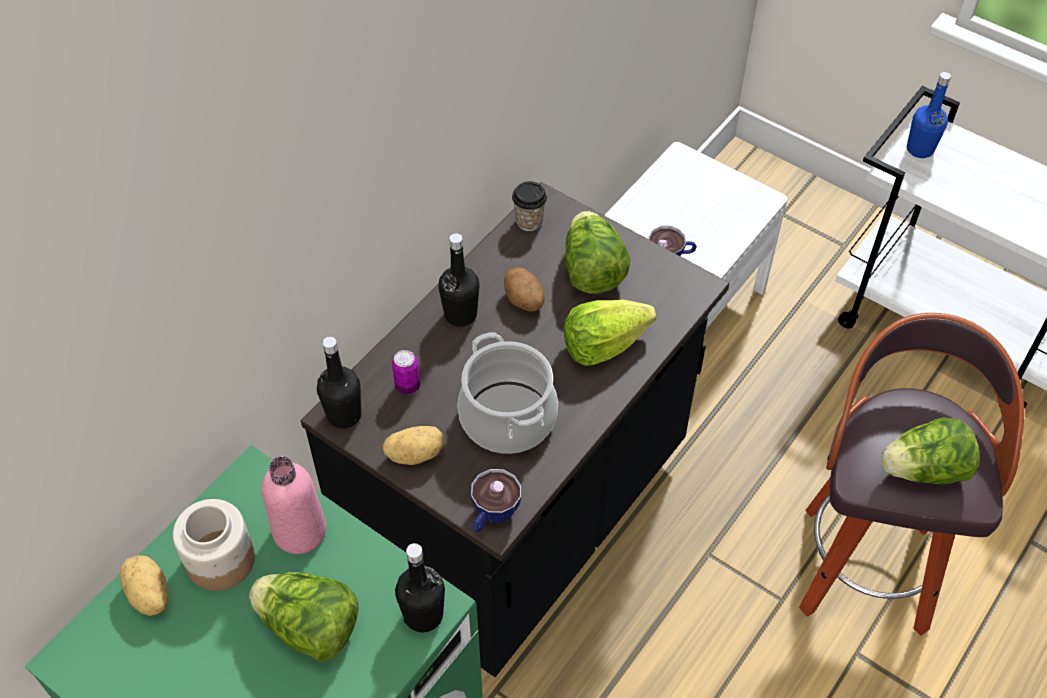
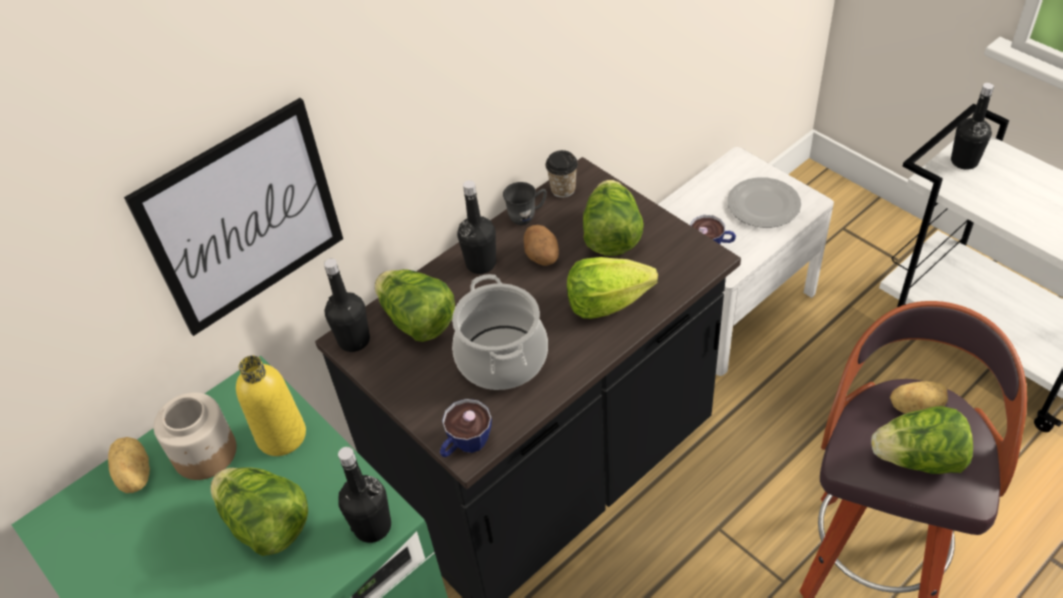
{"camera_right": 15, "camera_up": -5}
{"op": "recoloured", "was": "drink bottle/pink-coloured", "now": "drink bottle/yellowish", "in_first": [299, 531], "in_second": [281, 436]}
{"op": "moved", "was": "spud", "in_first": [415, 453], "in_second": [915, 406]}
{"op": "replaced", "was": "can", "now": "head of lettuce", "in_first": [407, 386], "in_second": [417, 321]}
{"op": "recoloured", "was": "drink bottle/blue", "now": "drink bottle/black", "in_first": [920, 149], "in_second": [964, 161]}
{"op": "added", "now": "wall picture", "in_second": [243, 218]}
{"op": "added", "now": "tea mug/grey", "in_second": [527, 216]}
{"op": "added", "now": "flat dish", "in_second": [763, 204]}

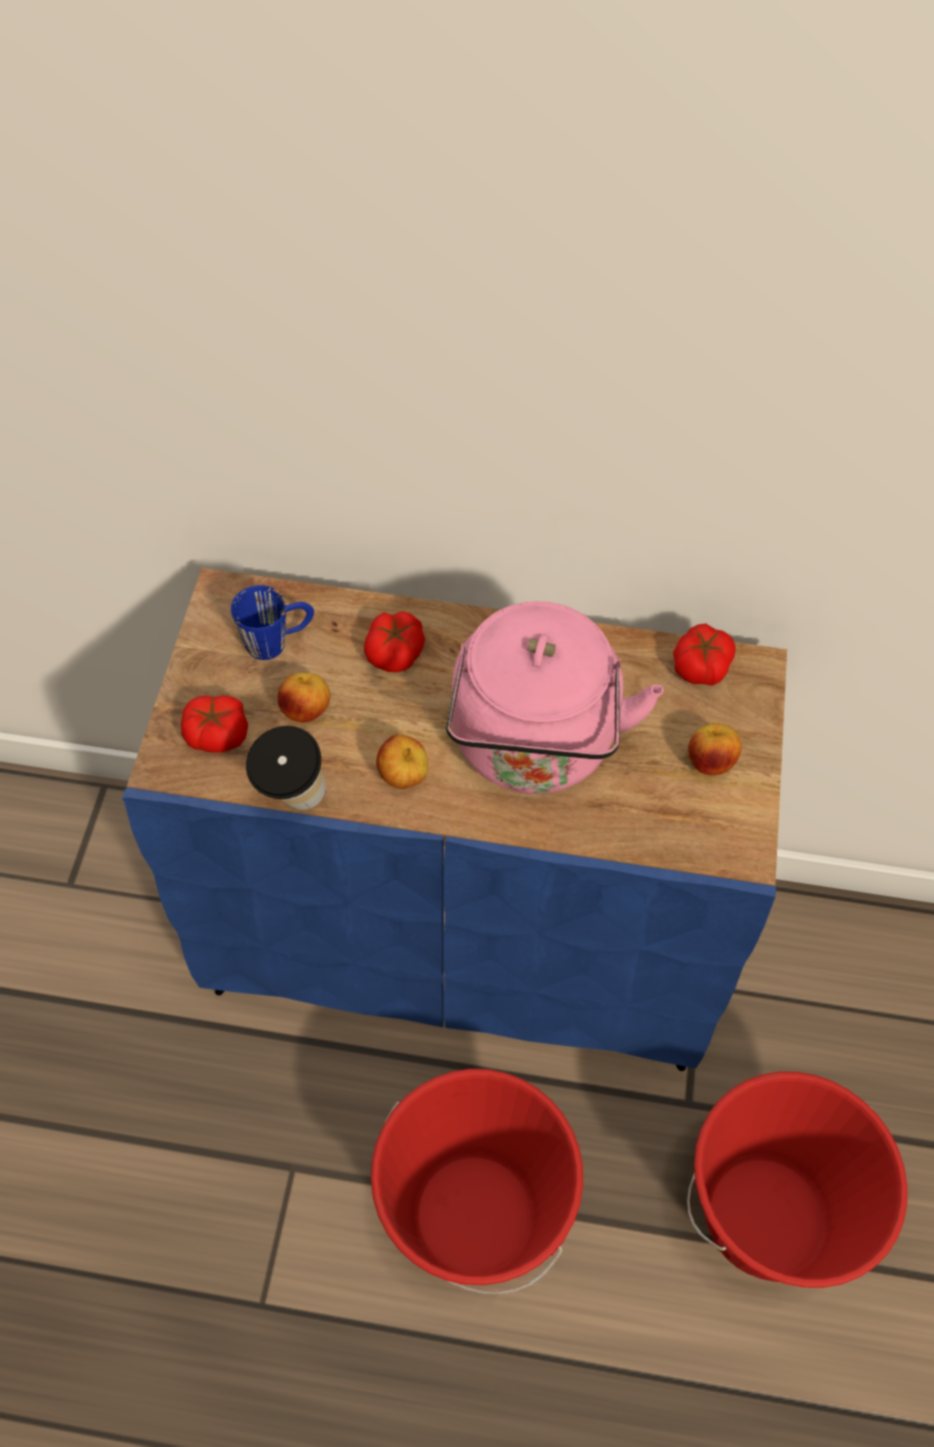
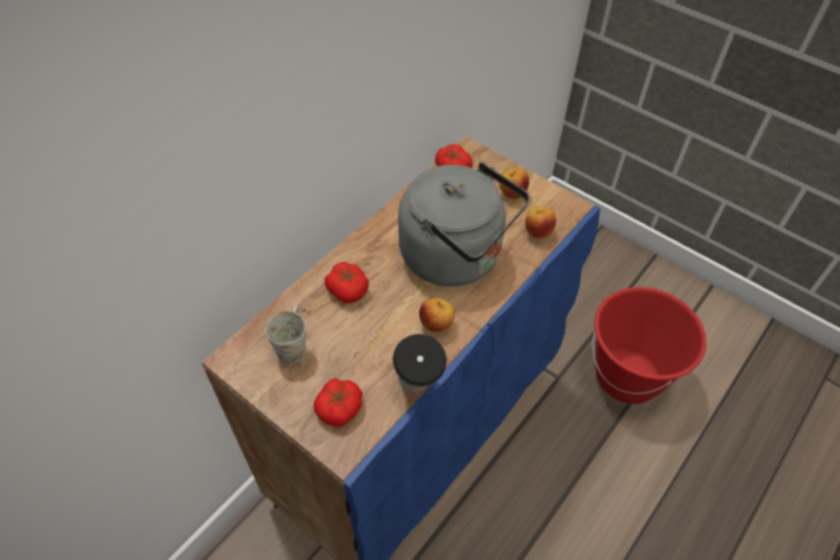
{"camera_right": -60, "camera_up": -5}
{"op": "recoloured", "was": "tea mug/blue", "now": "tea mug/white", "in_first": [278, 640], "in_second": [293, 344]}
{"op": "moved", "was": "whole apple", "in_first": [306, 711], "in_second": [537, 232]}
{"op": "removed", "was": "bucket/red-coloured", "in_first": [475, 1213]}
{"op": "recoloured", "was": "kettle/pink-coloured", "now": "kettle/grey", "in_first": [534, 747], "in_second": [456, 257]}

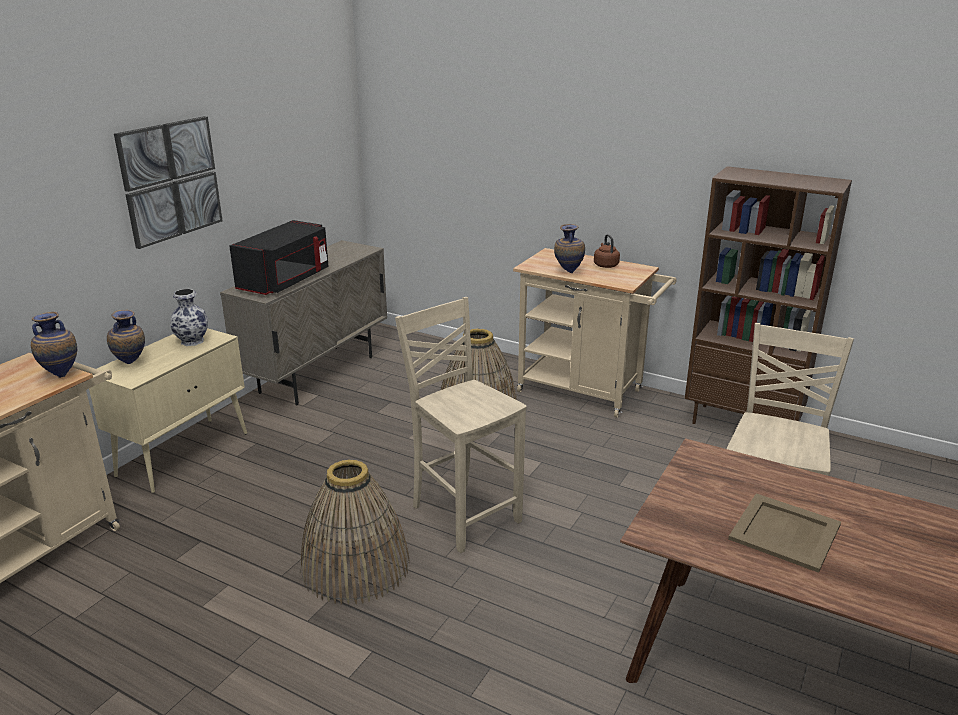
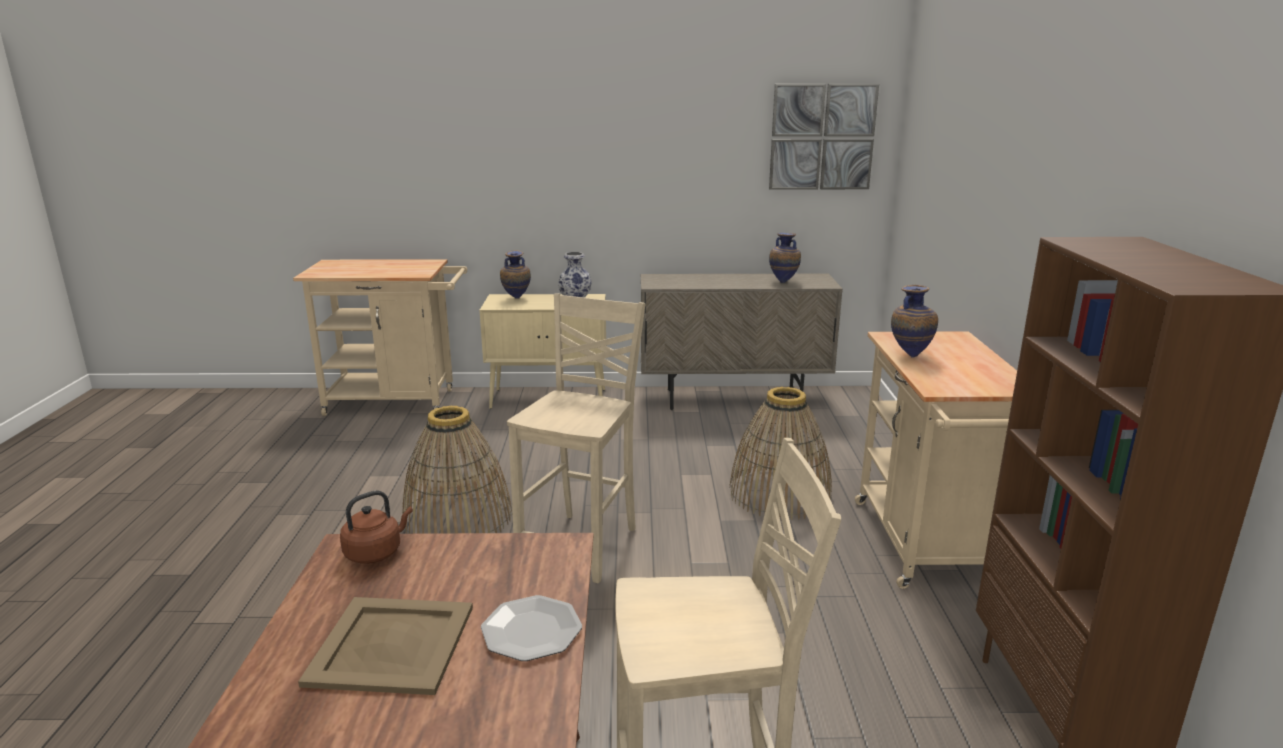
{"camera_right": 60, "camera_up": -5}
{"op": "moved", "was": "decorative vase", "in_first": [61, 375], "in_second": [783, 282]}
{"op": "moved", "was": "wall picture", "in_first": [170, 180], "in_second": [822, 137]}
{"op": "removed", "was": "microwave oven/black", "in_first": [286, 280]}
{"op": "moved", "was": "kettle/brownish", "in_first": [605, 265], "in_second": [376, 552]}
{"op": "added", "now": "flat dish", "in_second": [532, 630]}

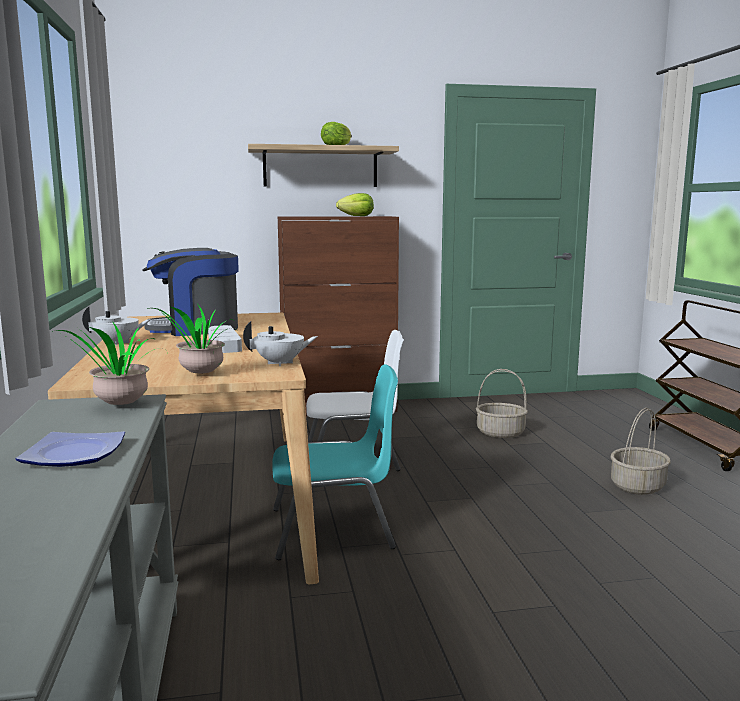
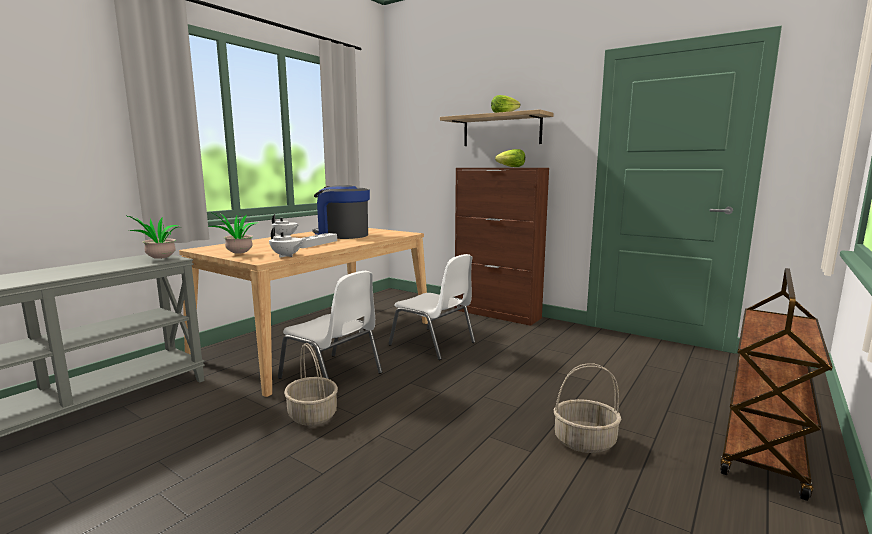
{"camera_right": 45, "camera_up": 0}
{"op": "removed", "was": "flat dish", "in_first": [71, 455]}
{"op": "recoloured", "was": "upright chair/turquoise", "now": "upright chair/white", "in_first": [333, 529], "in_second": [332, 376]}
{"op": "moved", "was": "storage basket", "in_first": [501, 433], "in_second": [313, 415]}

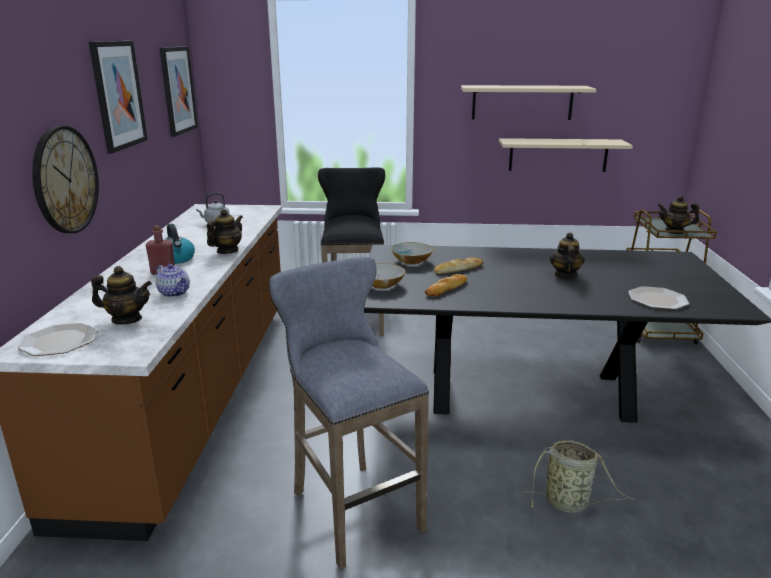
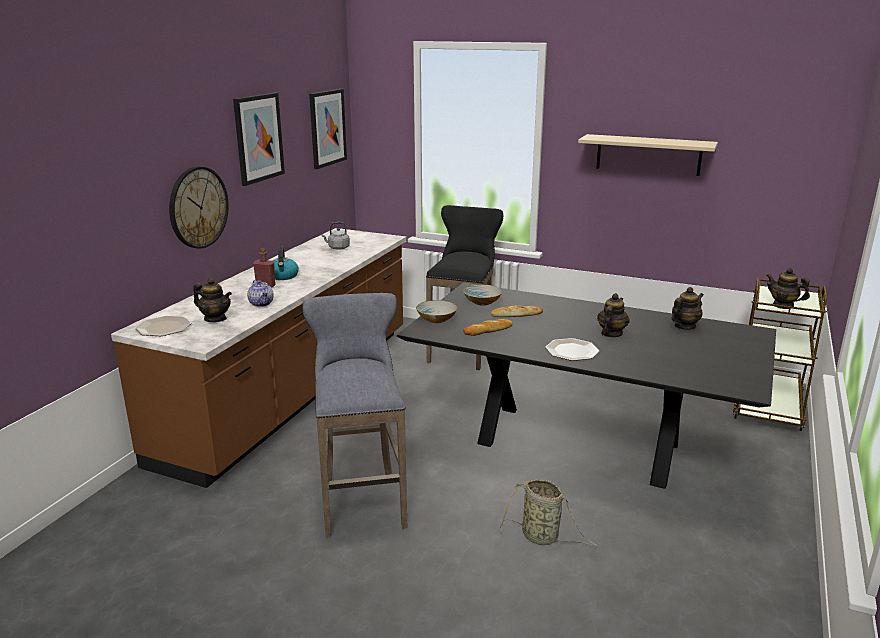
{"camera_right": 20, "camera_up": 0}
{"op": "moved", "was": "pot for tea", "in_first": [227, 251], "in_second": [684, 326]}
{"op": "removed", "was": "bracket shelf/sand-coloured", "in_first": [558, 155]}
{"op": "moved", "was": "flat dish", "in_first": [657, 299], "in_second": [572, 350]}

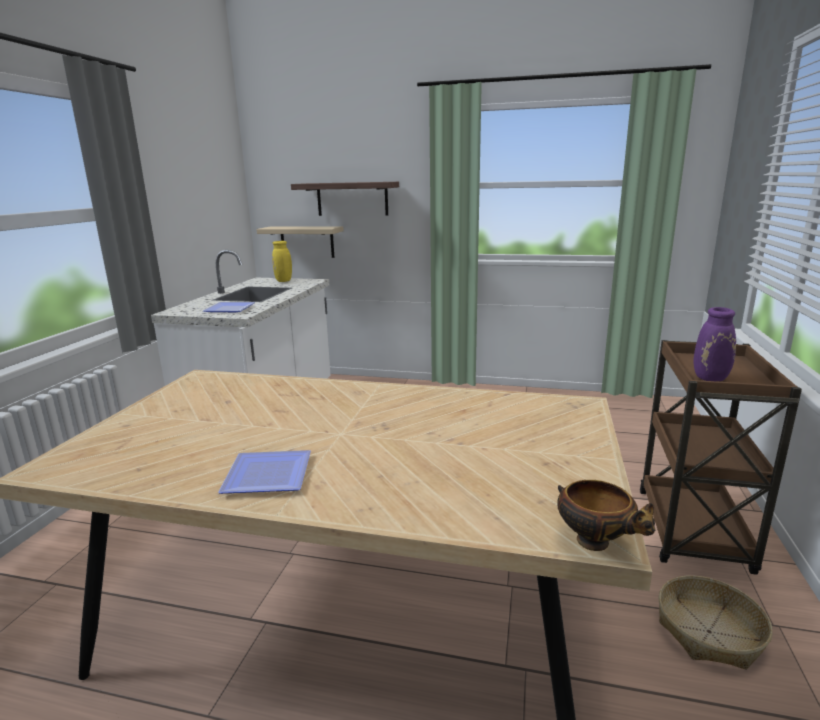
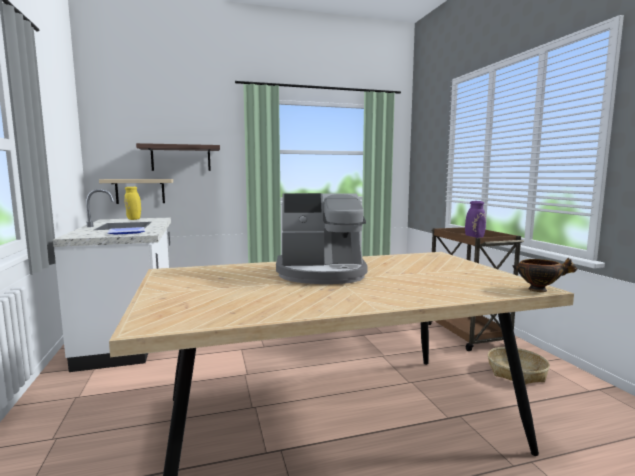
{"camera_right": -30, "camera_up": -10}
{"op": "removed", "was": "flat dish", "in_first": [270, 476]}
{"op": "added", "now": "coffee brewer", "in_second": [322, 273]}

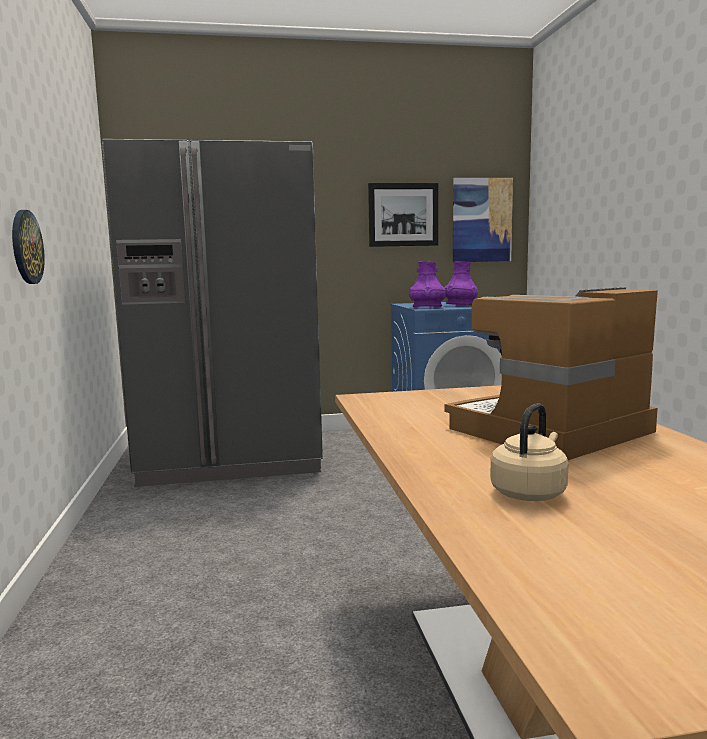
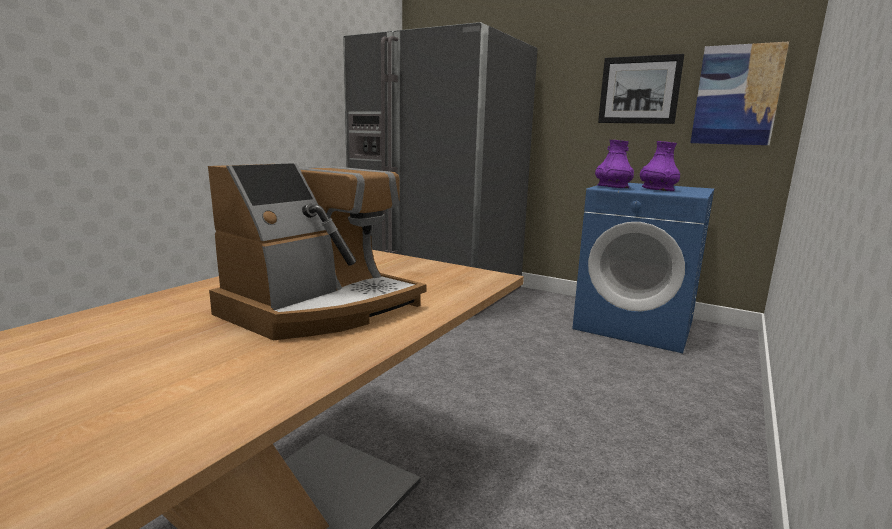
{"camera_right": 40, "camera_up": 5}
{"op": "removed", "was": "hanging clock", "in_first": [26, 247]}
{"op": "turned", "was": "coffee brewer", "in_first": [549, 431], "in_second": [321, 308], "clockwise": 120}
{"op": "removed", "was": "kettle/sand-coloured", "in_first": [529, 492]}

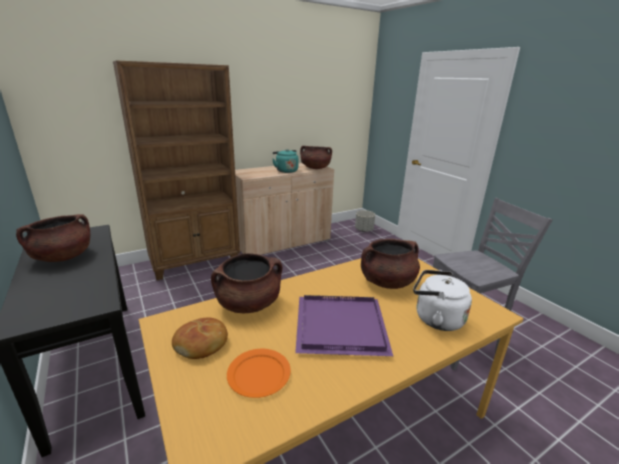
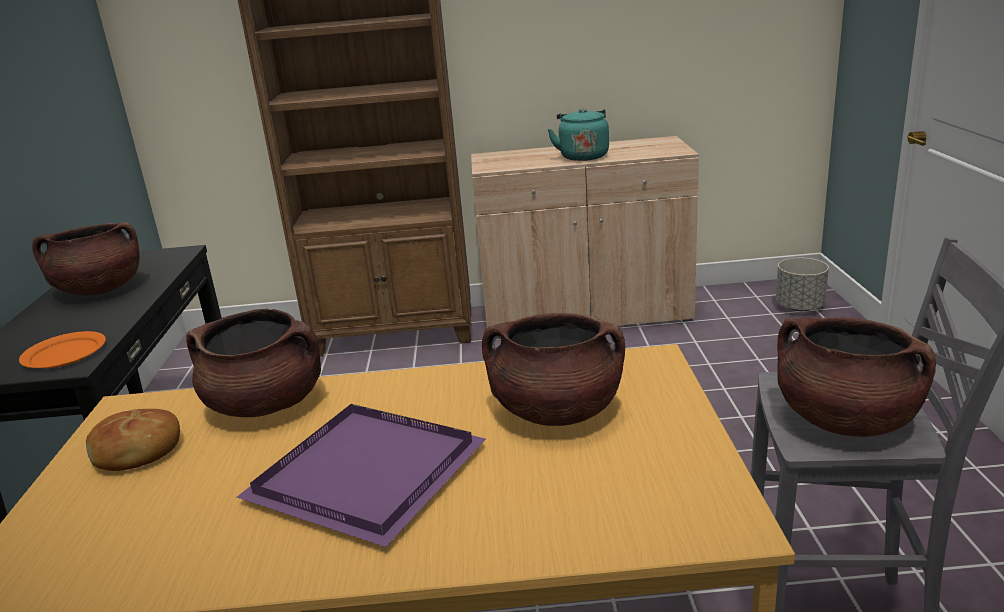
{"camera_right": 30, "camera_up": 0}
{"op": "moved", "was": "flat dish/orangey", "in_first": [259, 375], "in_second": [64, 354]}
{"op": "moved", "was": "saucepot/brownish", "in_first": [315, 168], "in_second": [844, 420]}
{"op": "removed", "was": "kettle/white", "in_first": [435, 318]}

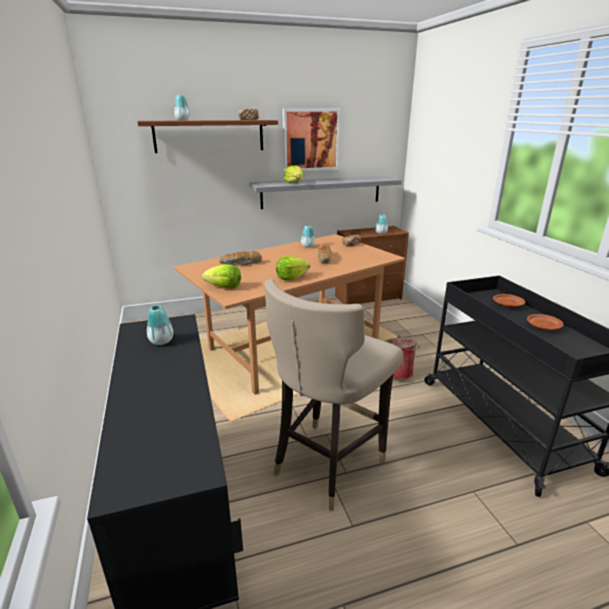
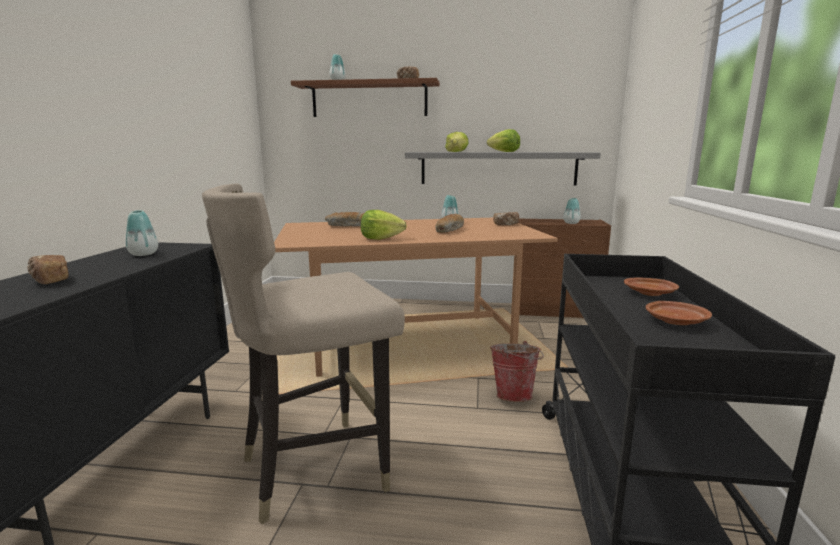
{"camera_right": 25, "camera_up": -10}
{"op": "moved", "was": "head of lettuce", "in_first": [224, 287], "in_second": [504, 152]}
{"op": "removed", "was": "wall picture", "in_first": [311, 140]}
{"op": "added", "now": "bakery bread", "in_second": [50, 280]}

